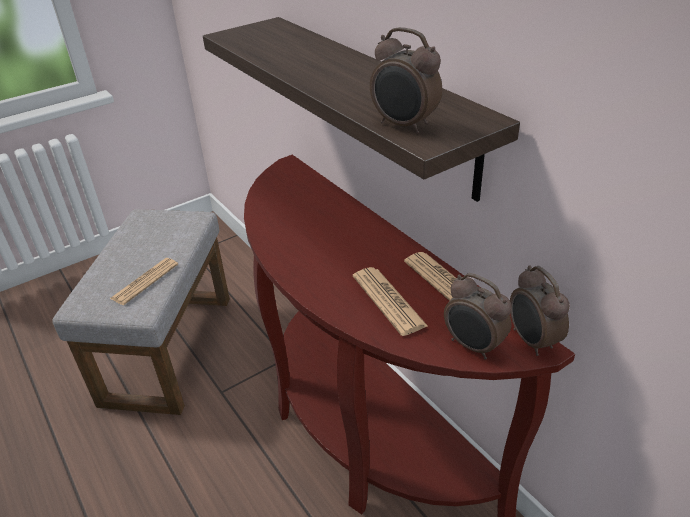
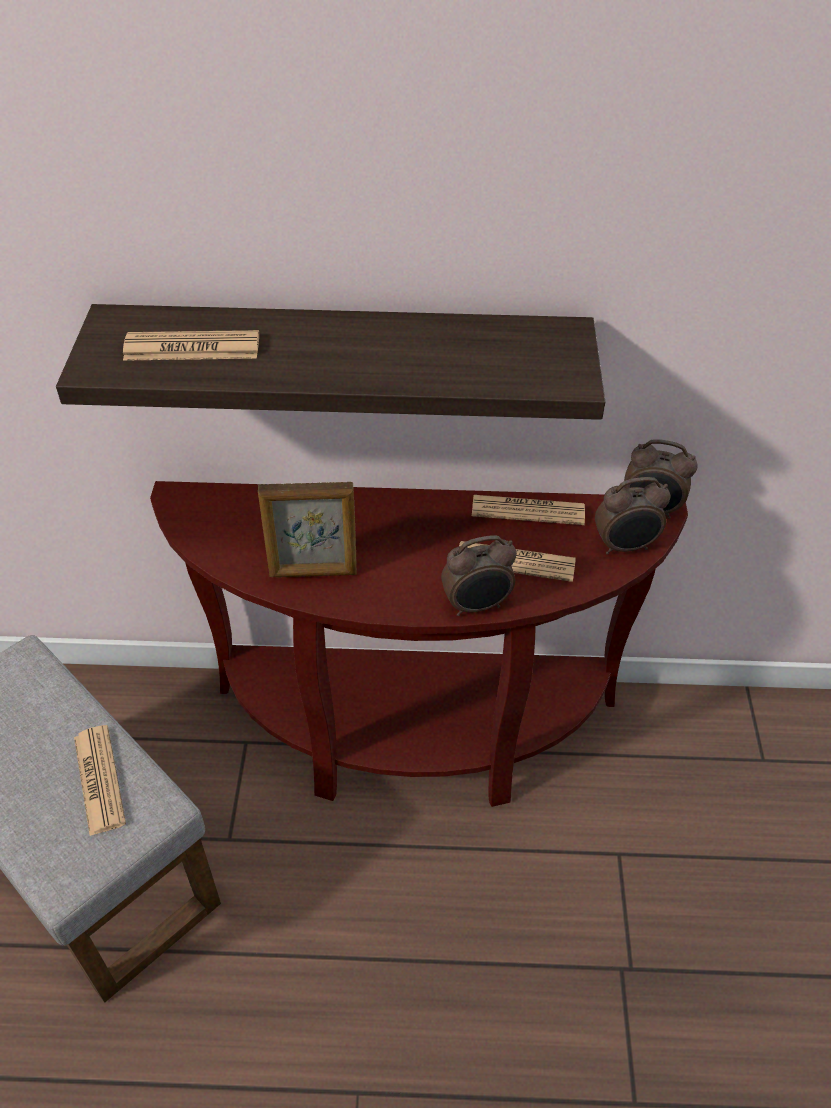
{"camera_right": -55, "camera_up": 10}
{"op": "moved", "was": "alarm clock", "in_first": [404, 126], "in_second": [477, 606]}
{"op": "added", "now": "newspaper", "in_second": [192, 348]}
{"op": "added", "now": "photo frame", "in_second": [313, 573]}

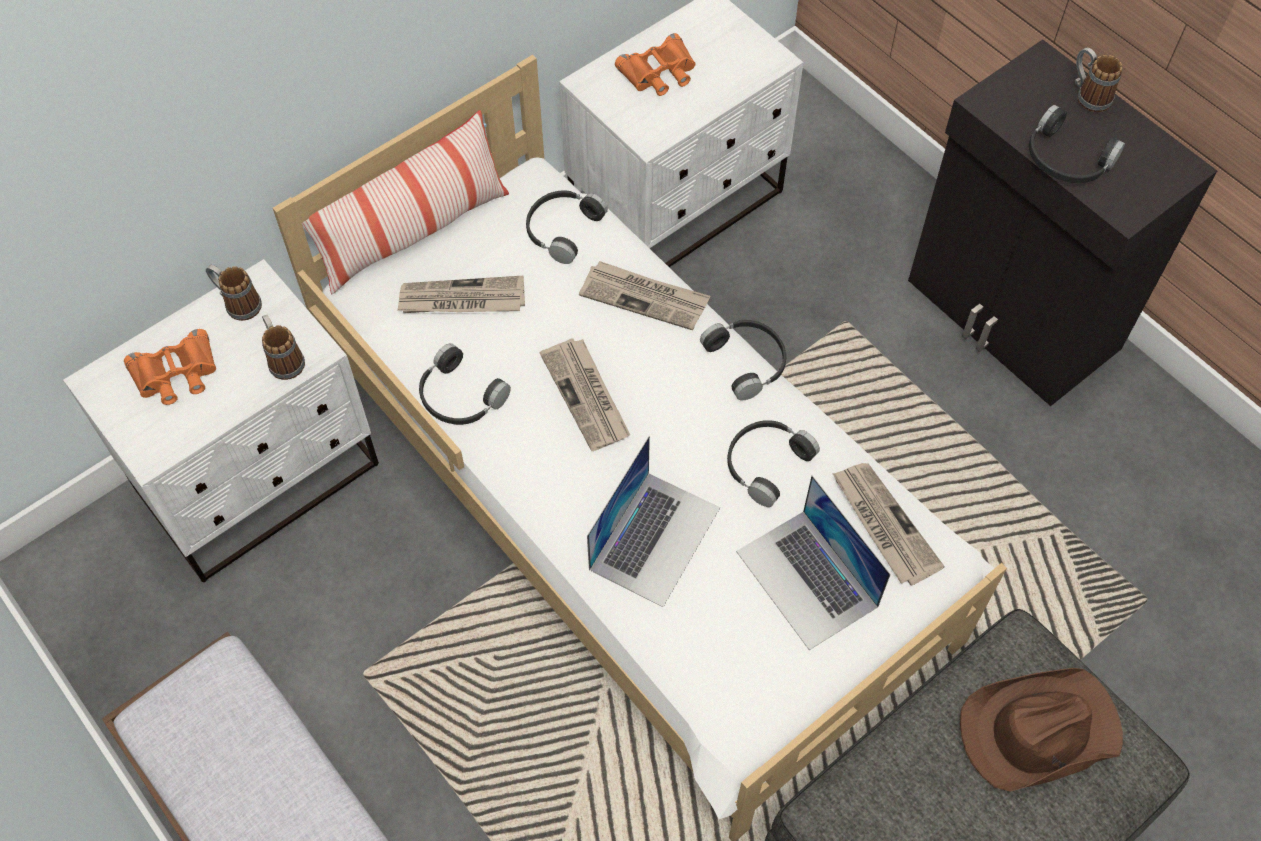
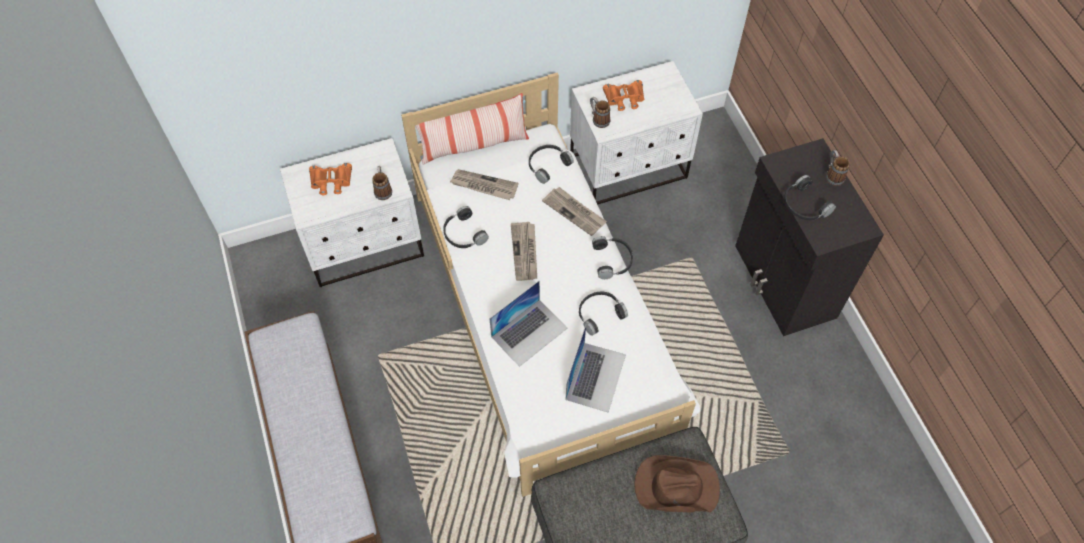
{"camera_right": 20, "camera_up": 0}
{"op": "moved", "was": "tea mug", "in_first": [237, 303], "in_second": [598, 119]}
{"op": "turned", "was": "laptop", "in_first": [807, 579], "in_second": [595, 376], "clockwise": -150}
{"op": "removed", "was": "newspaper", "in_first": [883, 524]}

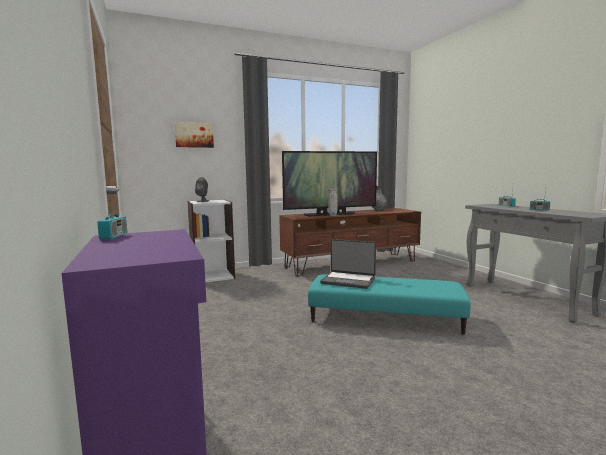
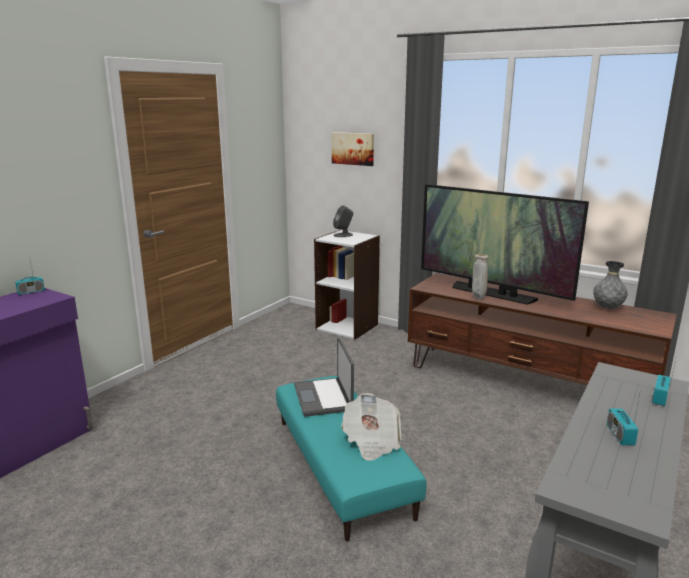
{"camera_right": 55, "camera_up": 10}
{"op": "added", "now": "newspaper", "in_second": [371, 441]}

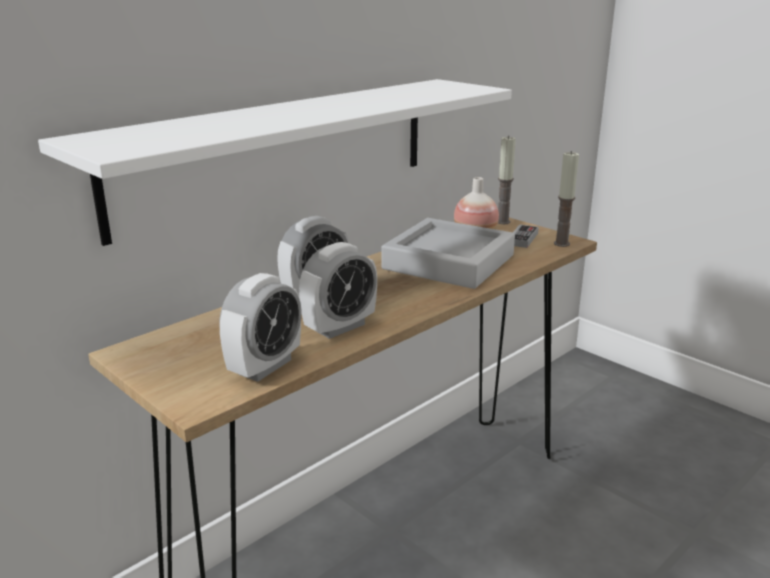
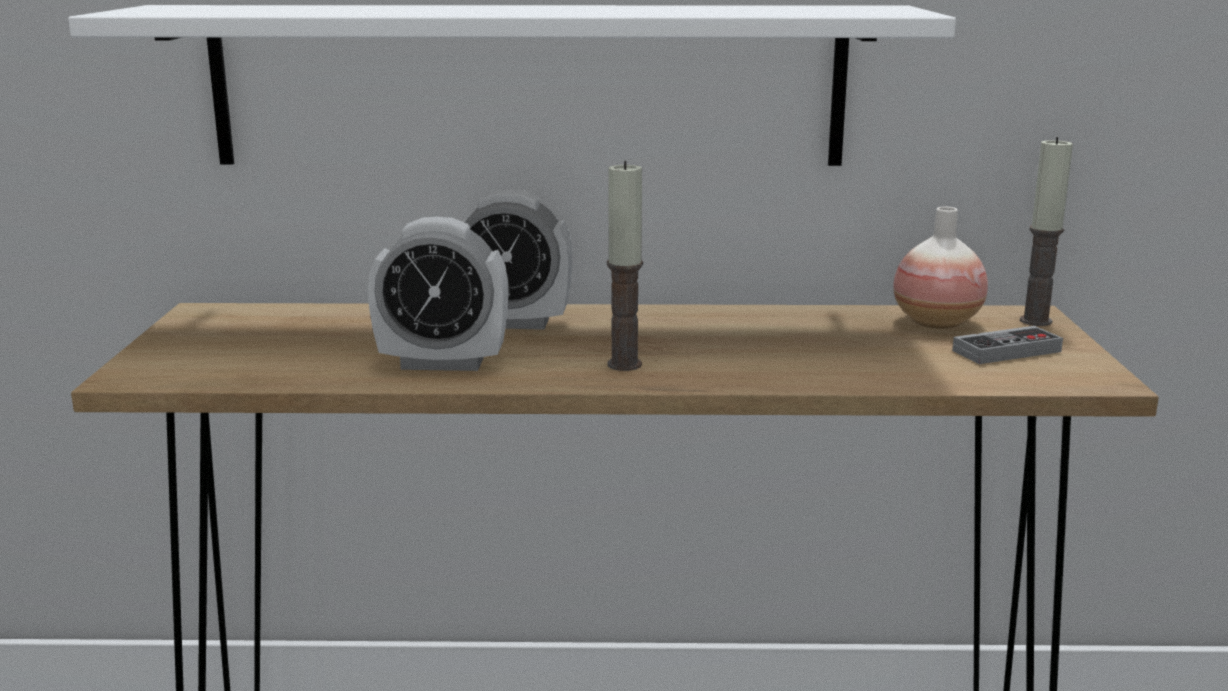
{"camera_right": 45, "camera_up": -5}
{"op": "removed", "was": "alarm clock", "in_first": [265, 367]}
{"op": "removed", "was": "carrying tray/grey", "in_first": [448, 262]}
{"op": "moved", "was": "wax light", "in_first": [561, 244], "in_second": [624, 364]}

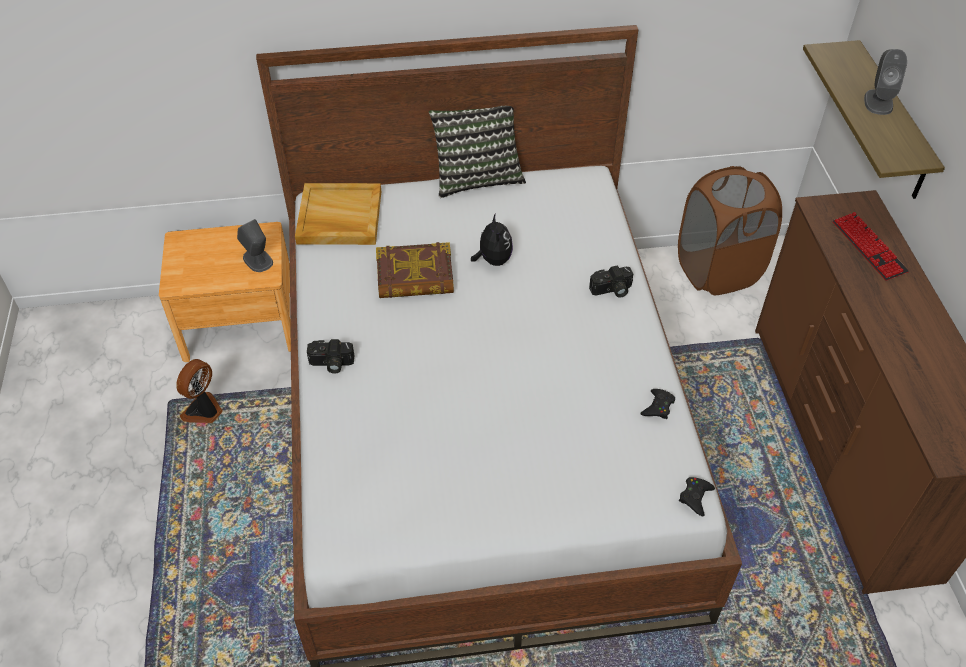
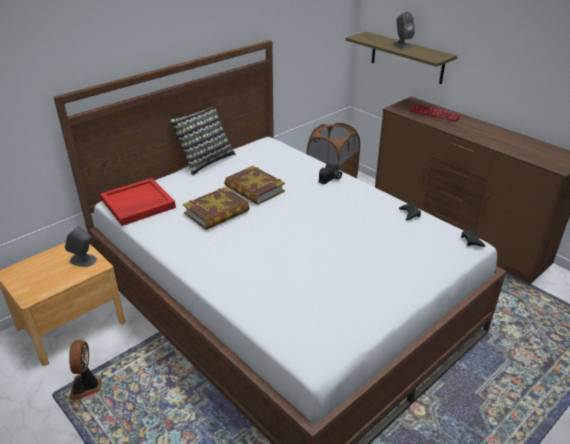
{"camera_right": -35, "camera_up": -15}
{"op": "recoloured", "was": "carrying tray/sand-coloured", "now": "carrying tray/red-coloured", "in_first": [339, 217], "in_second": [138, 204]}
{"op": "removed", "was": "photo camera", "in_first": [331, 364]}
{"op": "replaced", "was": "cuddly toy", "now": "book", "in_first": [493, 260], "in_second": [254, 189]}

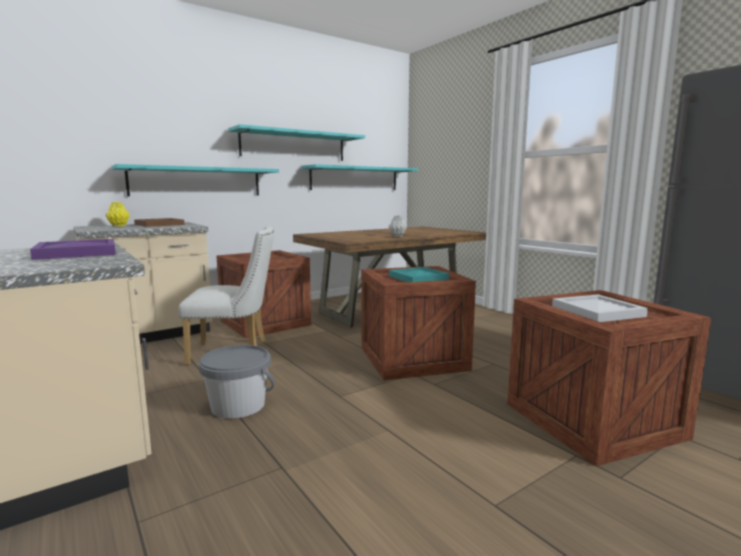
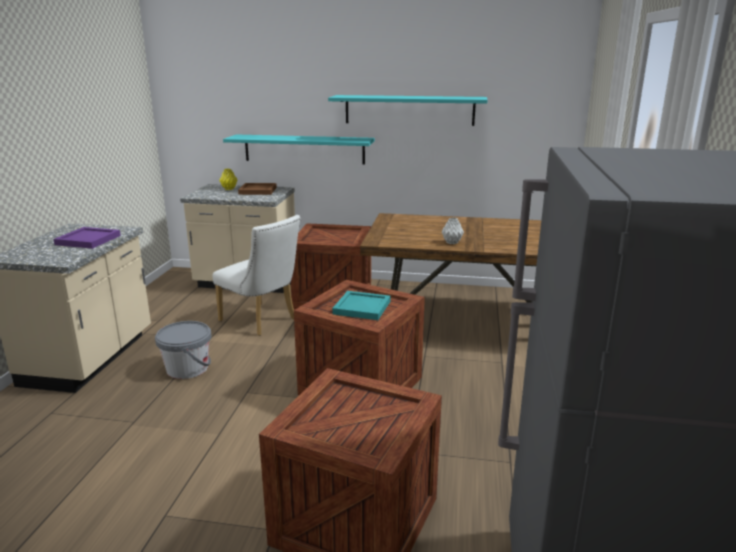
{"camera_right": 45, "camera_up": 10}
{"op": "removed", "was": "bracket shelf/turquoise", "in_first": [355, 178]}
{"op": "removed", "was": "carrying tray/white", "in_first": [597, 311]}

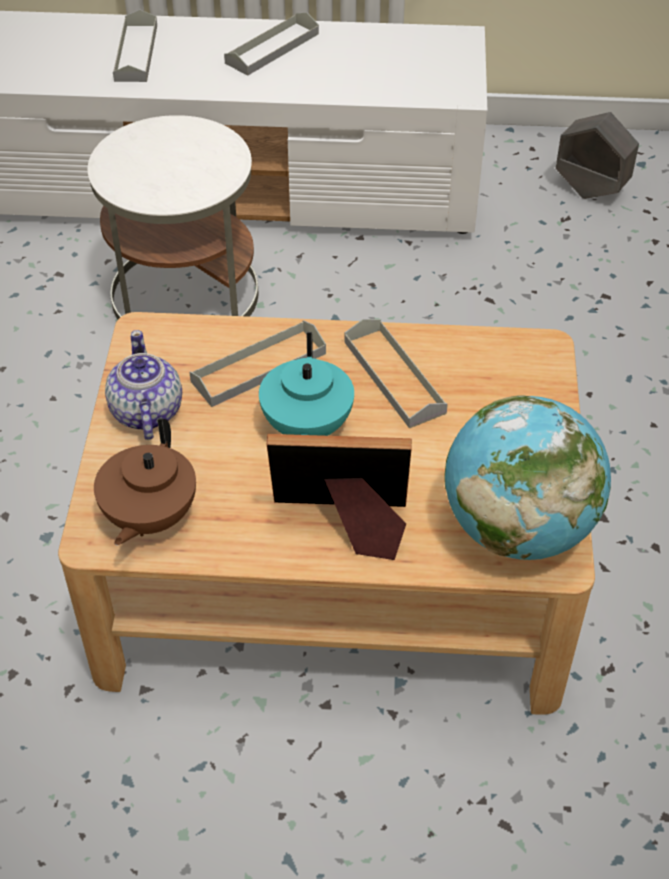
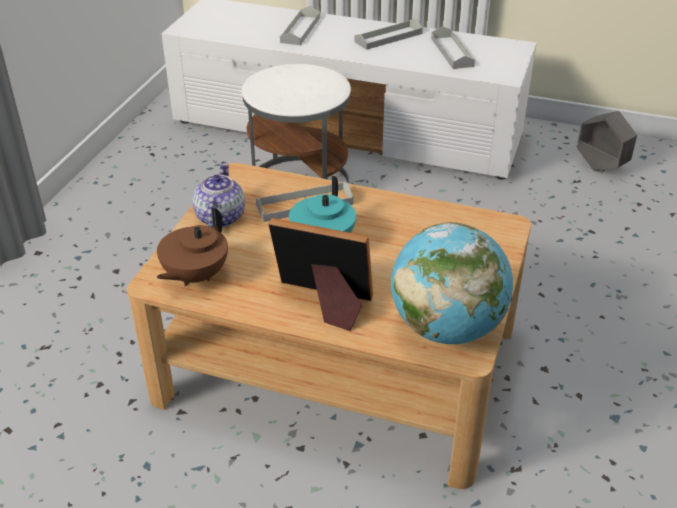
{"camera_right": 15, "camera_up": -10}
{"op": "moved", "was": "carrying tray/grey", "in_first": [394, 377], "in_second": [452, 52]}

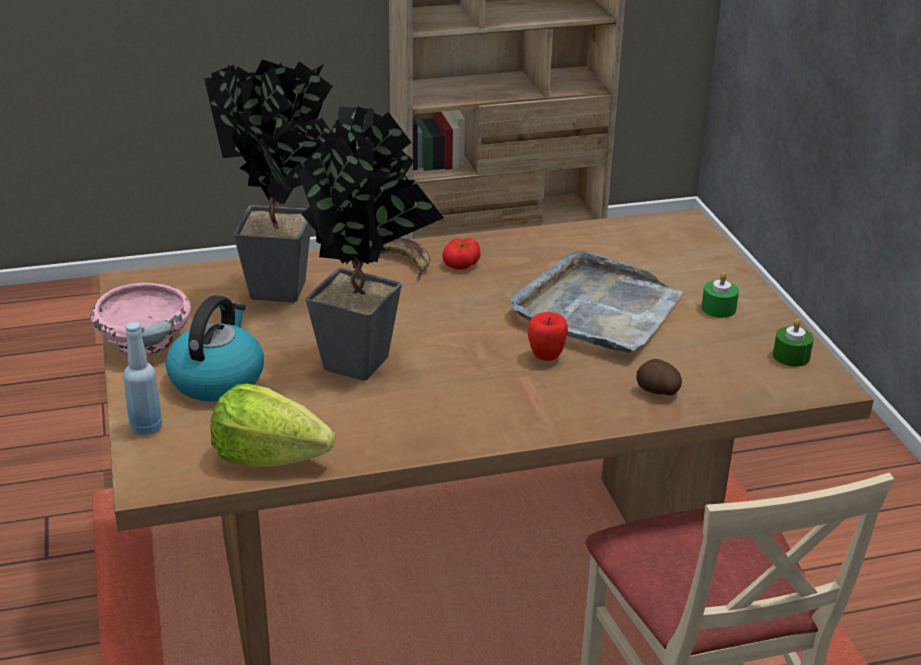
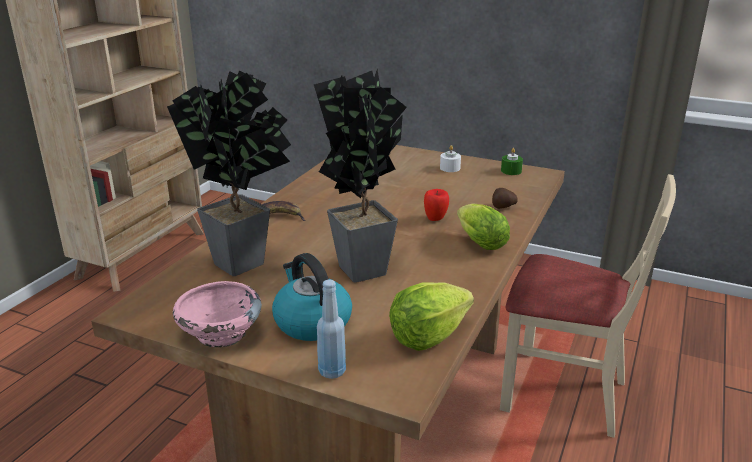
{"camera_right": -50, "camera_up": -5}
{"op": "removed", "was": "tomato", "in_first": [461, 263]}
{"op": "removed", "was": "carrying tray/grey", "in_first": [597, 309]}
{"op": "recoloured", "was": "wax light/green", "now": "wax light/white", "in_first": [718, 308], "in_second": [450, 168]}
{"op": "added", "now": "head of lettuce", "in_second": [478, 242]}

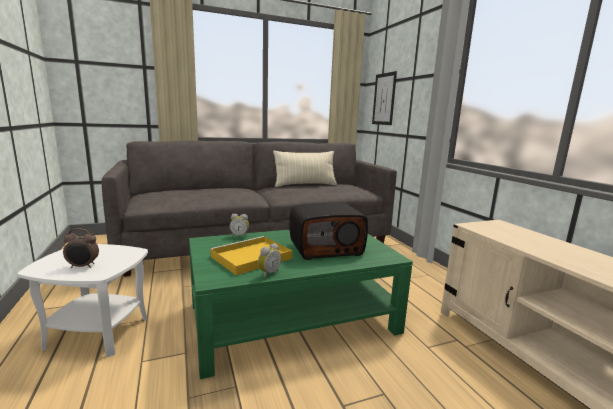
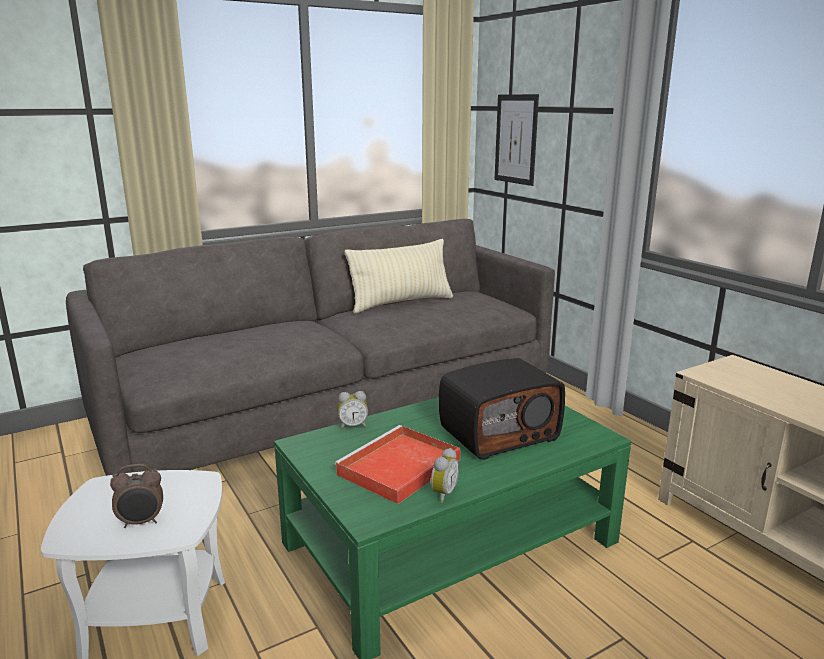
{"camera_right": -10, "camera_up": 5}
{"op": "recoloured", "was": "carrying tray/yellowish", "now": "carrying tray/red-coloured", "in_first": [250, 258], "in_second": [398, 468]}

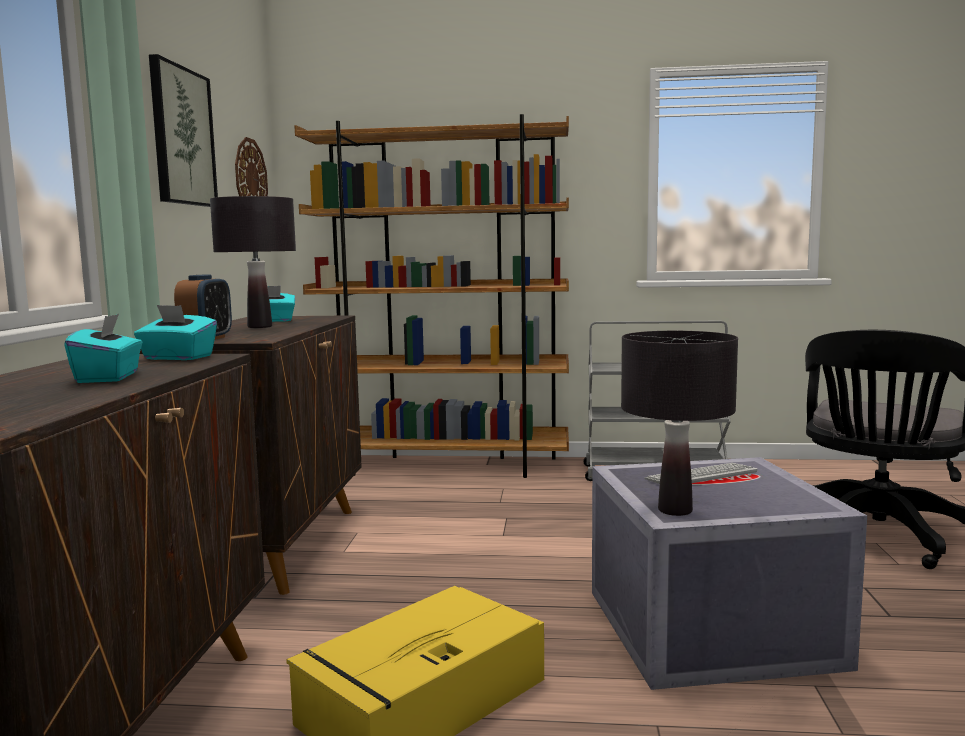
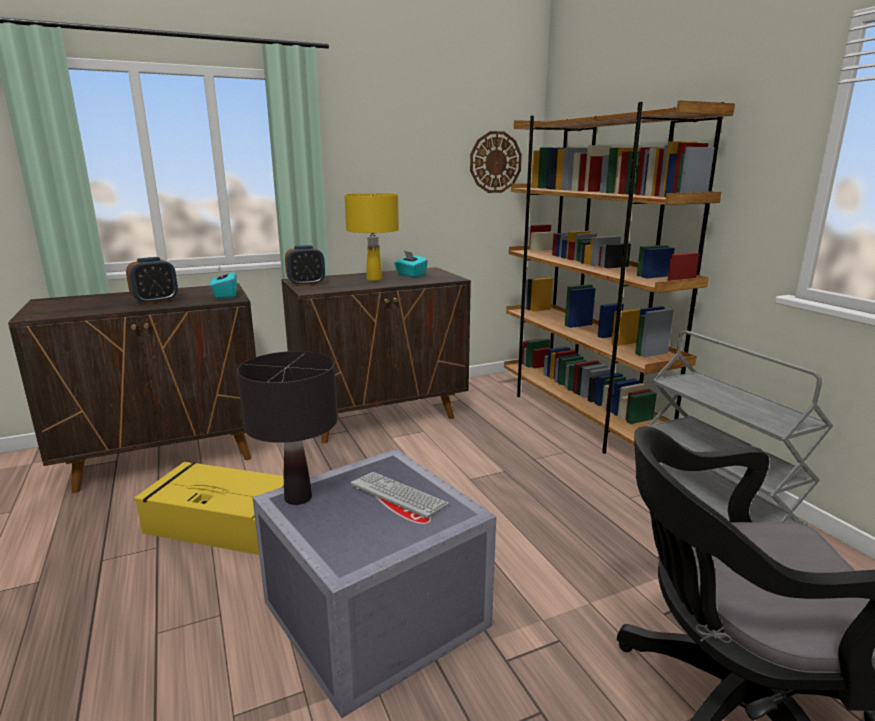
{"camera_right": 60, "camera_up": 10}
{"op": "replaced", "was": "tissue holder/turquoise", "now": "alarm clock", "in_first": [109, 377], "in_second": [155, 301]}
{"op": "removed", "was": "wall picture", "in_first": [181, 137]}
{"op": "recoloured", "was": "tabletop lamp/black", "now": "tabletop lamp/yellowish", "in_first": [259, 327], "in_second": [374, 279]}

